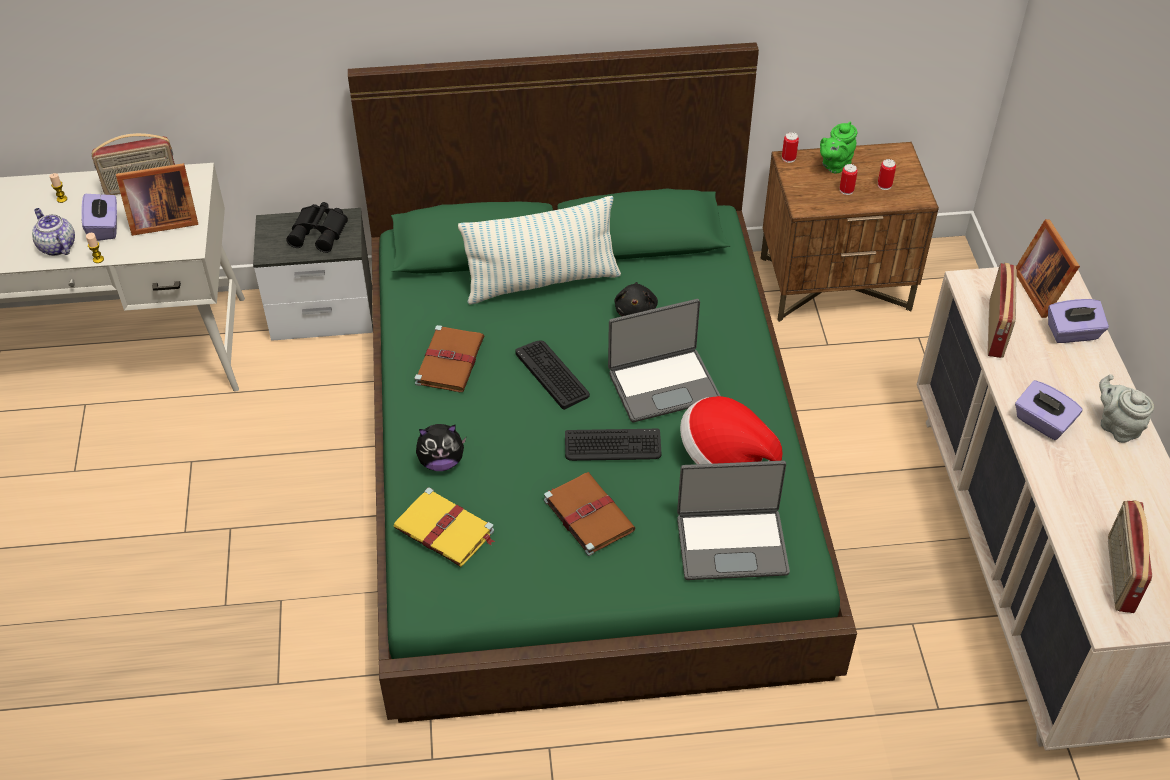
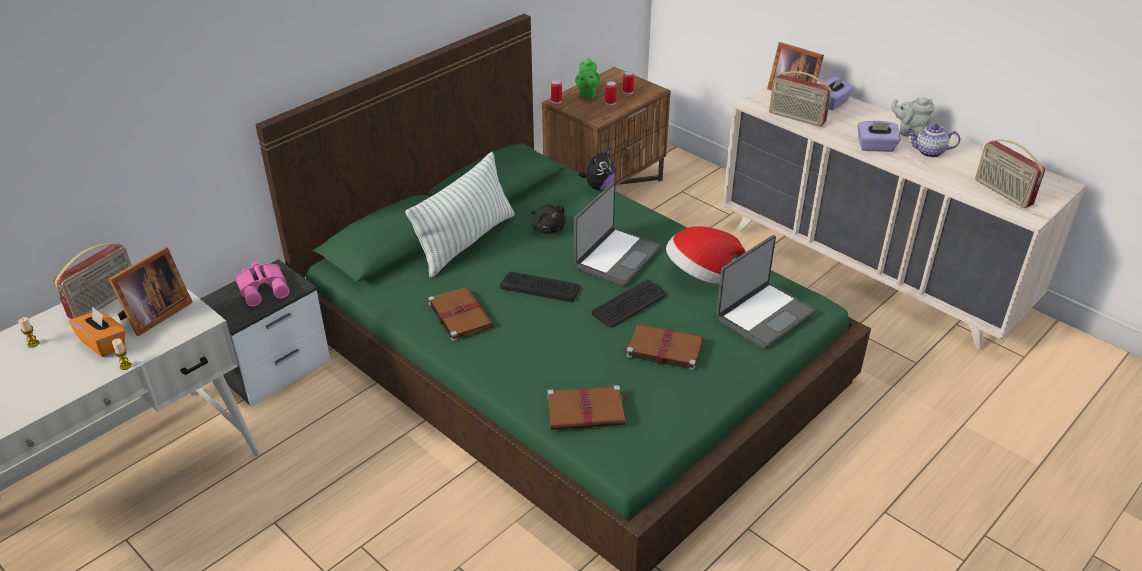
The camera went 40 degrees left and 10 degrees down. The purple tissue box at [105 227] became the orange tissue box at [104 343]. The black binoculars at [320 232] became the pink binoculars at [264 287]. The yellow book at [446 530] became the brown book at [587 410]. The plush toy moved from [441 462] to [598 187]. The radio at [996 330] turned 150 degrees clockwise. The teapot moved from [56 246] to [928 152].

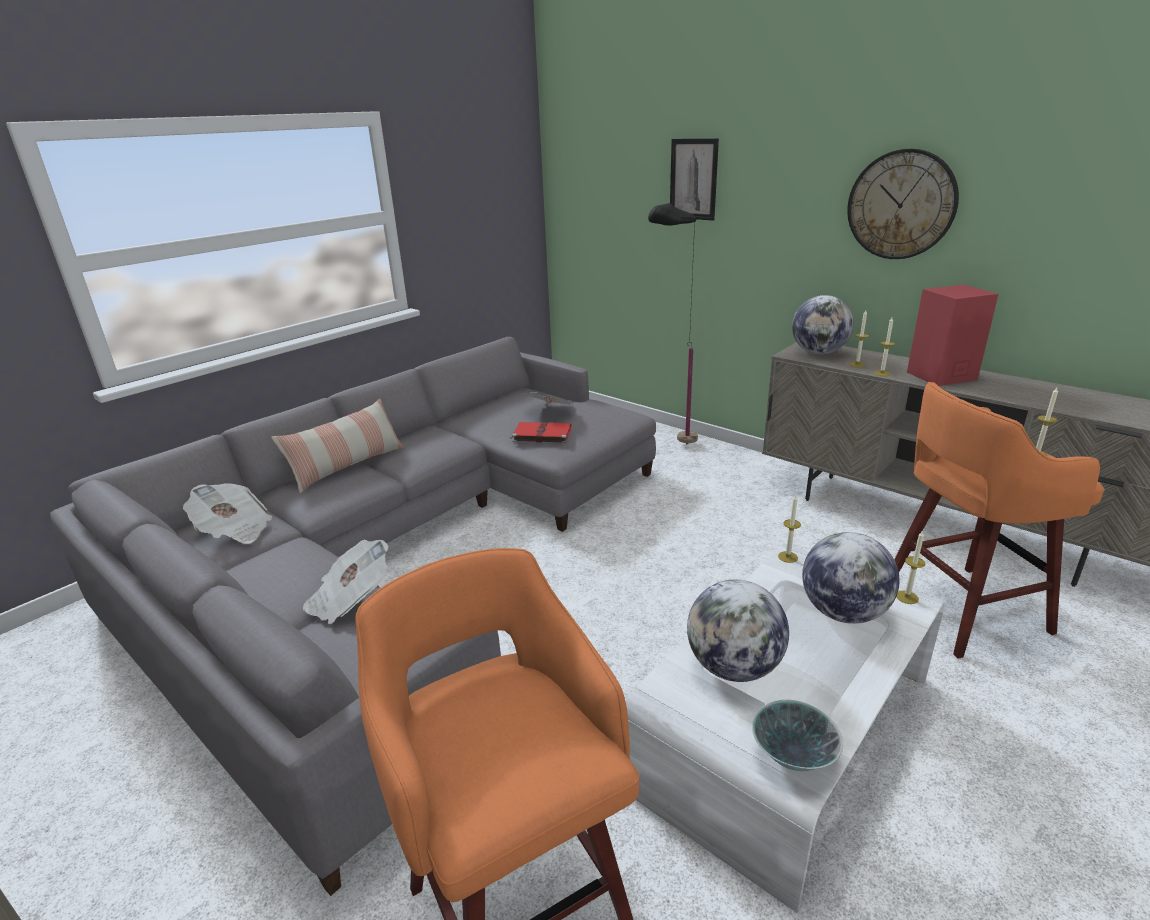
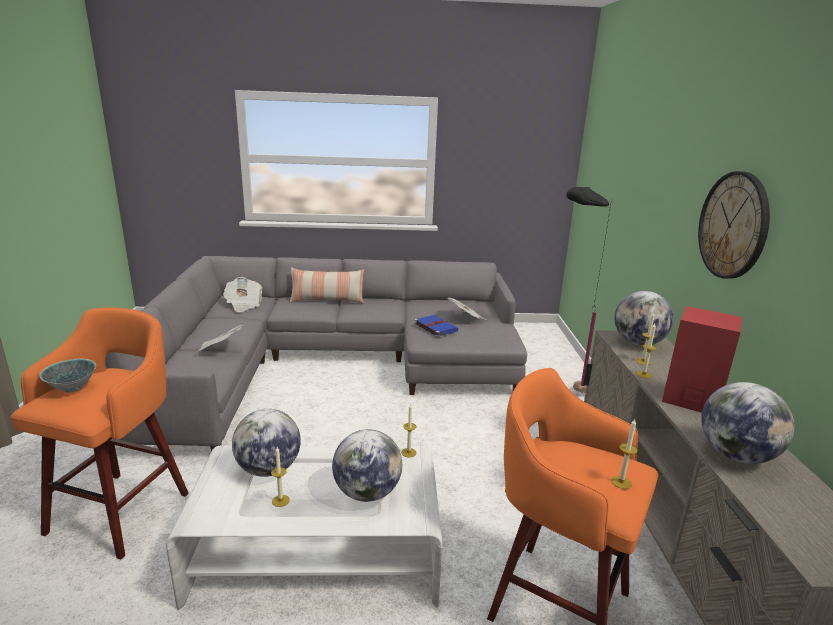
The camera went 45 degrees right and 5 degrees down. The bowl moved from [792 758] to [72 388]. The candle moved from [907 597] to [280 500]. The red book at [541 434] became the blue book at [435 327]. The globe at [736 455] appeared. The picture at [693 179] disappeared.

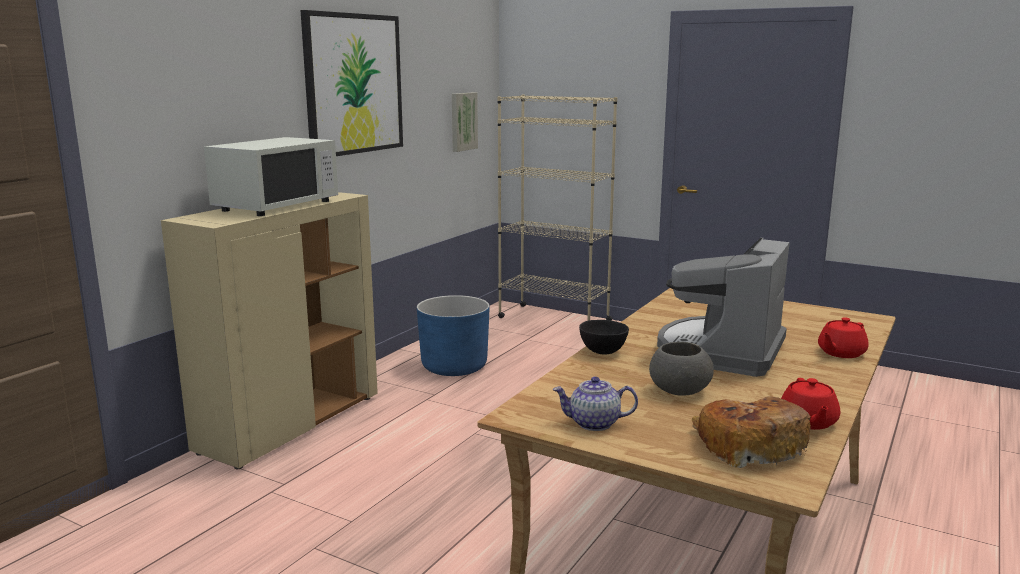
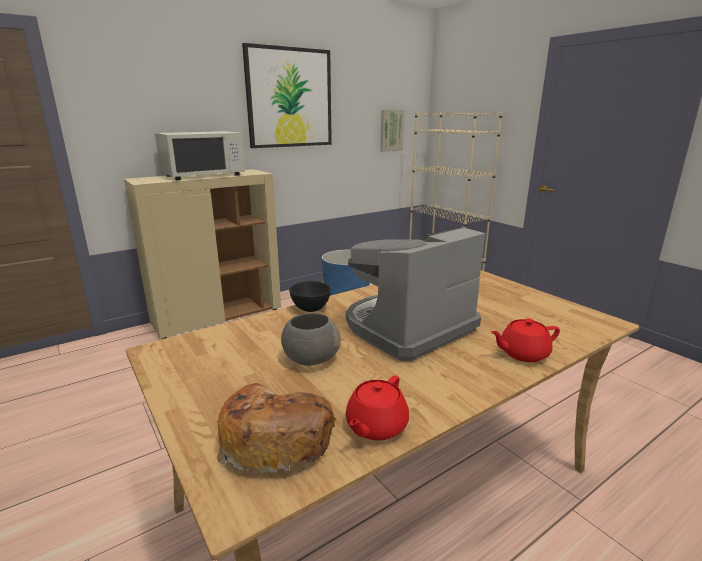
The camera went 25 degrees right and 5 degrees up. The teapot at [593 423] disappeared.

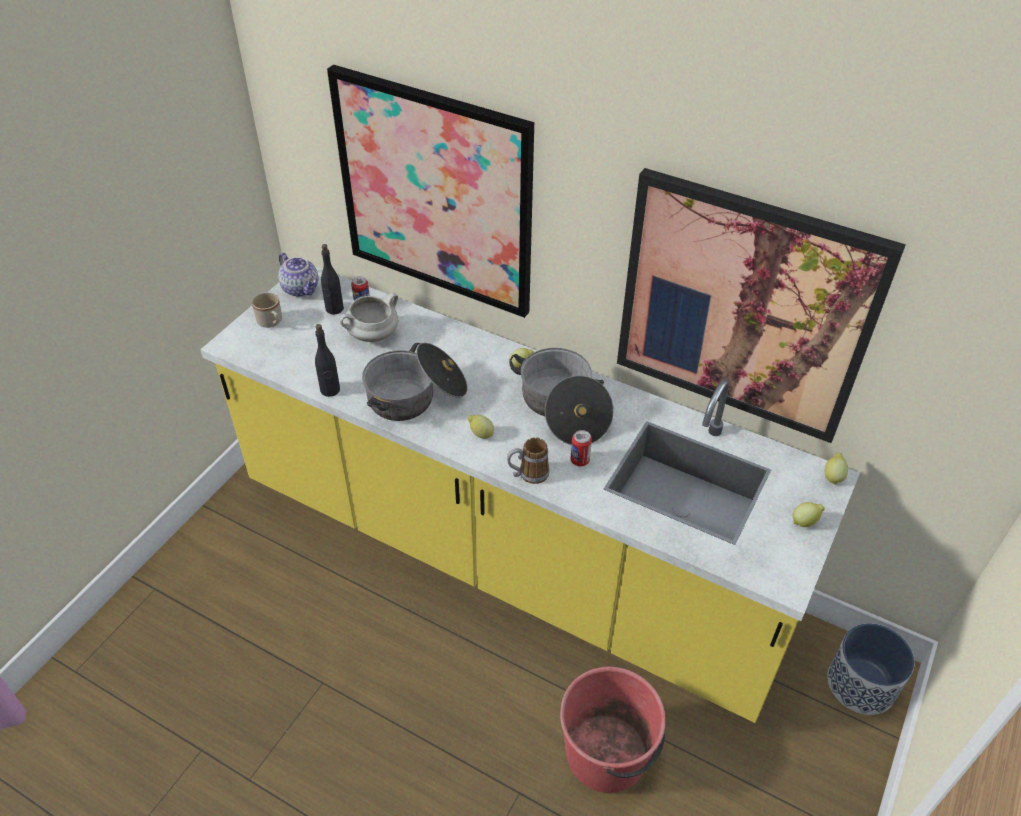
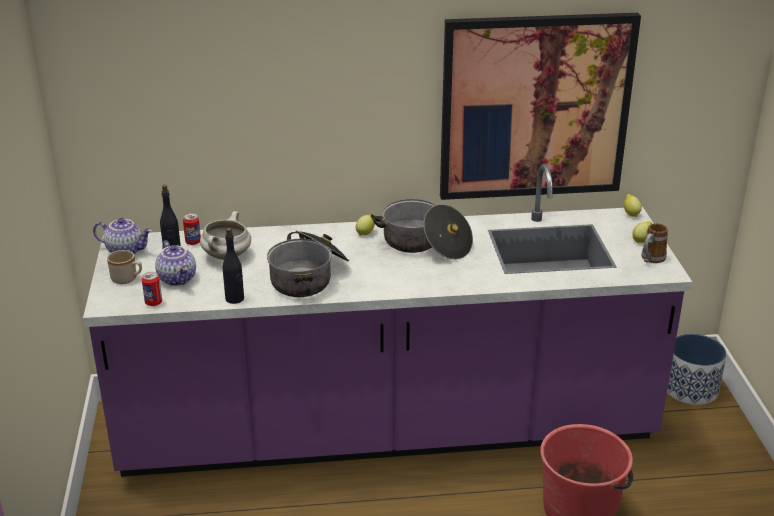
The camera went 35 degrees left and 15 degrees down. The yellow counter at [509 555] became the purple counter at [387 430]. The can moved from [580 460] to [153 303]. The teapot at [178 279] appeared. The mug moved from [528 474] to [651 259]. The picture at [435 193] disappeared. The lemon at [480 434] disappeared.

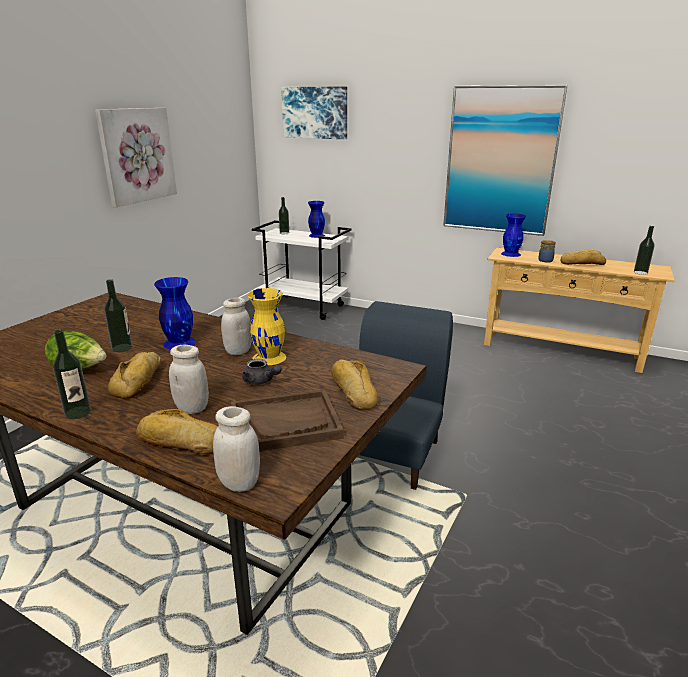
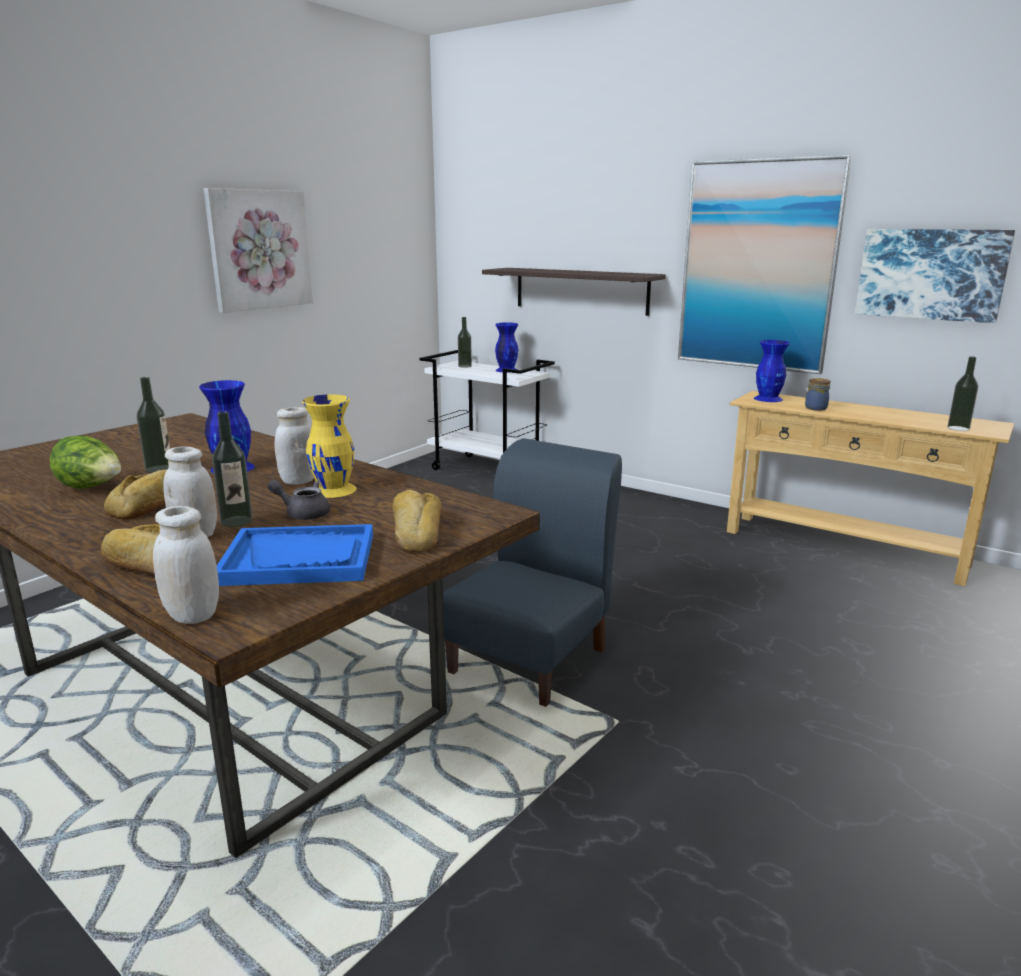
The camera went 10 degrees right and 5 degrees down. The bottle moved from [78 412] to [236 521]. The brown tray at [285 423] became the blue tray at [300 559]. The grey teapot at [261 381] turned 150 degrees clockwise. The shelf at [581 290] appeared. The picture moved from [315 112] to [930 274]. The bread at [581 263] disappeared.

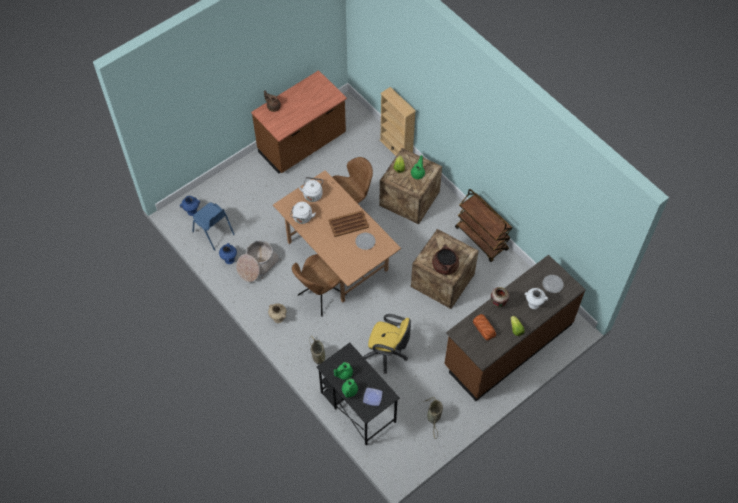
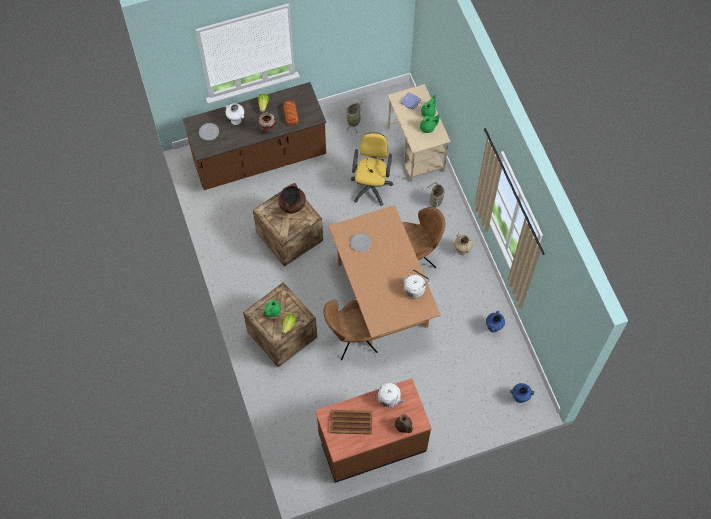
The camera went 160 degrees left and 5 degrees up. The brown tray moved from [348 224] to [351 422]. The yellow office chair at [387 354] turned 60 degrees clockwise. The white kettle moved from [313 194] to [388 399]. The black desk at [357 407] became the beige desk at [416 149]. The blue chair at [214 233] disappeared. The basket at [257 265] disappeared. The beige bookcase at [396 148] disappeared. The brown cart at [481 239] disappeared.

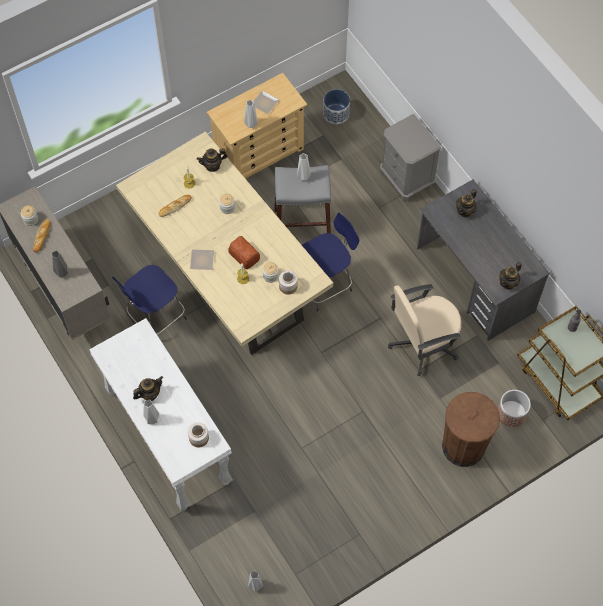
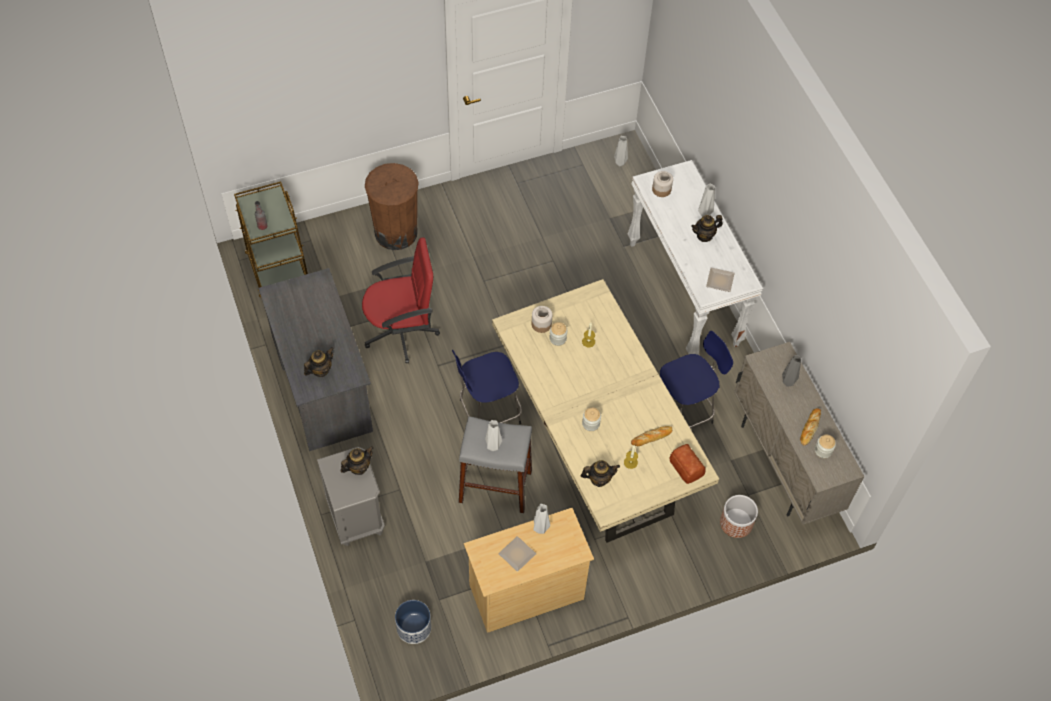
The camera went 170 degrees left and 5 degrees down. The teapot moved from [508 283] to [358 467]. The beige office chair at [422 343] became the red office chair at [402 331]. The bread moved from [244 254] to [686 468]. The plate moved from [203 261] to [719 280]. The planter moved from [511 413] to [736 523].

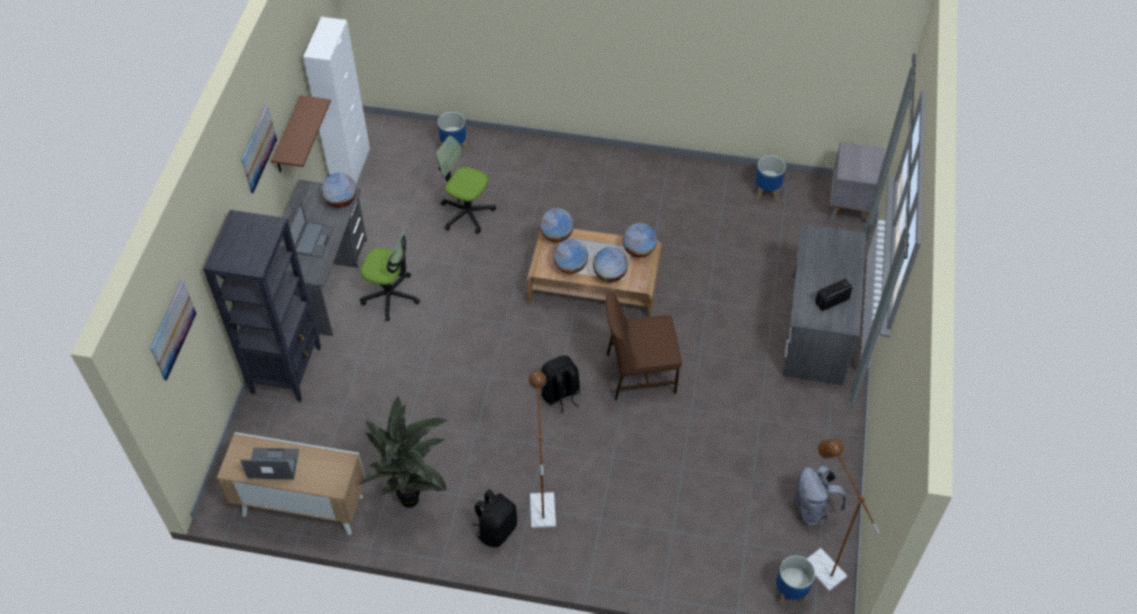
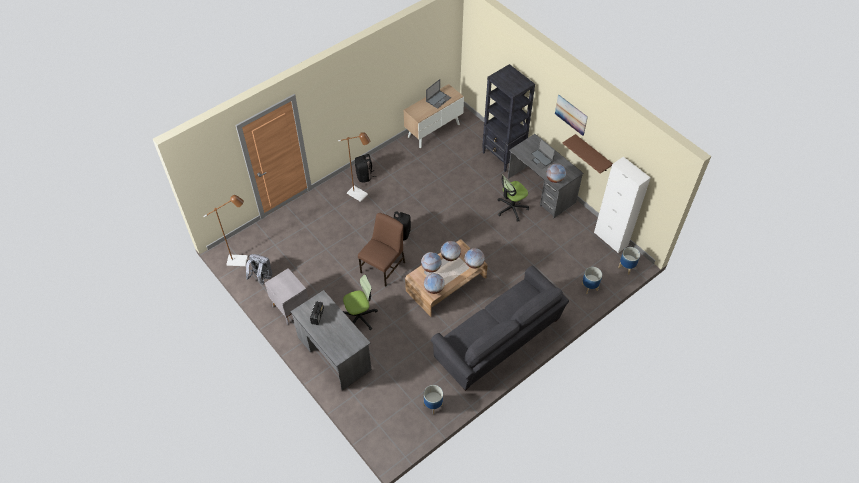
The camera went 130 degrees right and 0 degrees up. The grey nightstand moved from [849 208] to [290 308]. The office chair moved from [467 213] to [360 317]. The grey sofa at [499 342] appeared. The planter moved from [790 592] to [626 267]. The picture at [172 330] disappeared. The potted plant at [414 498] disappeared.

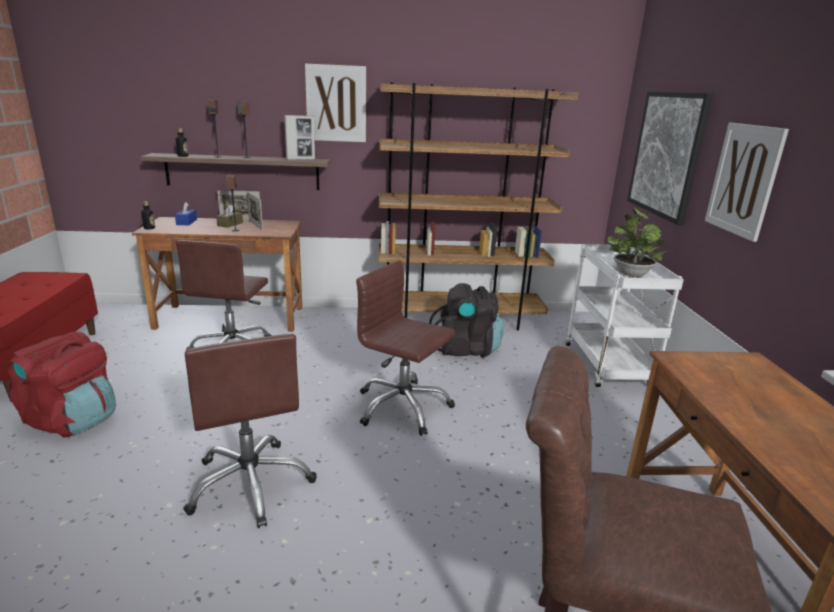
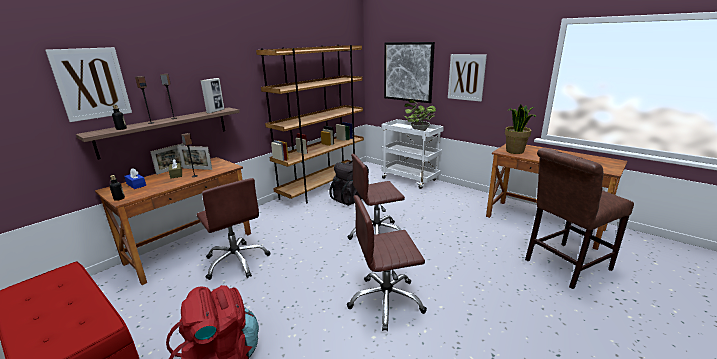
The camera went 45 degrees left and 0 degrees up. The picture moved from [336 103] to [92 83]. The brown office chair at [251 483] turned 150 degrees clockwise. The potted plant at [515 151] appeared.

